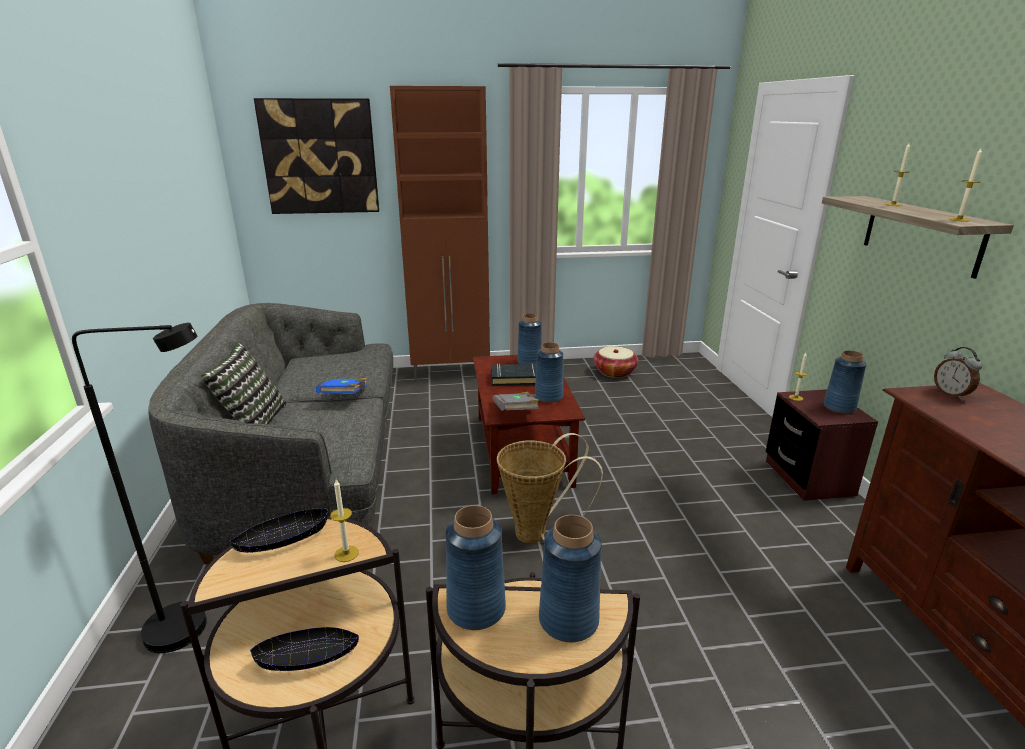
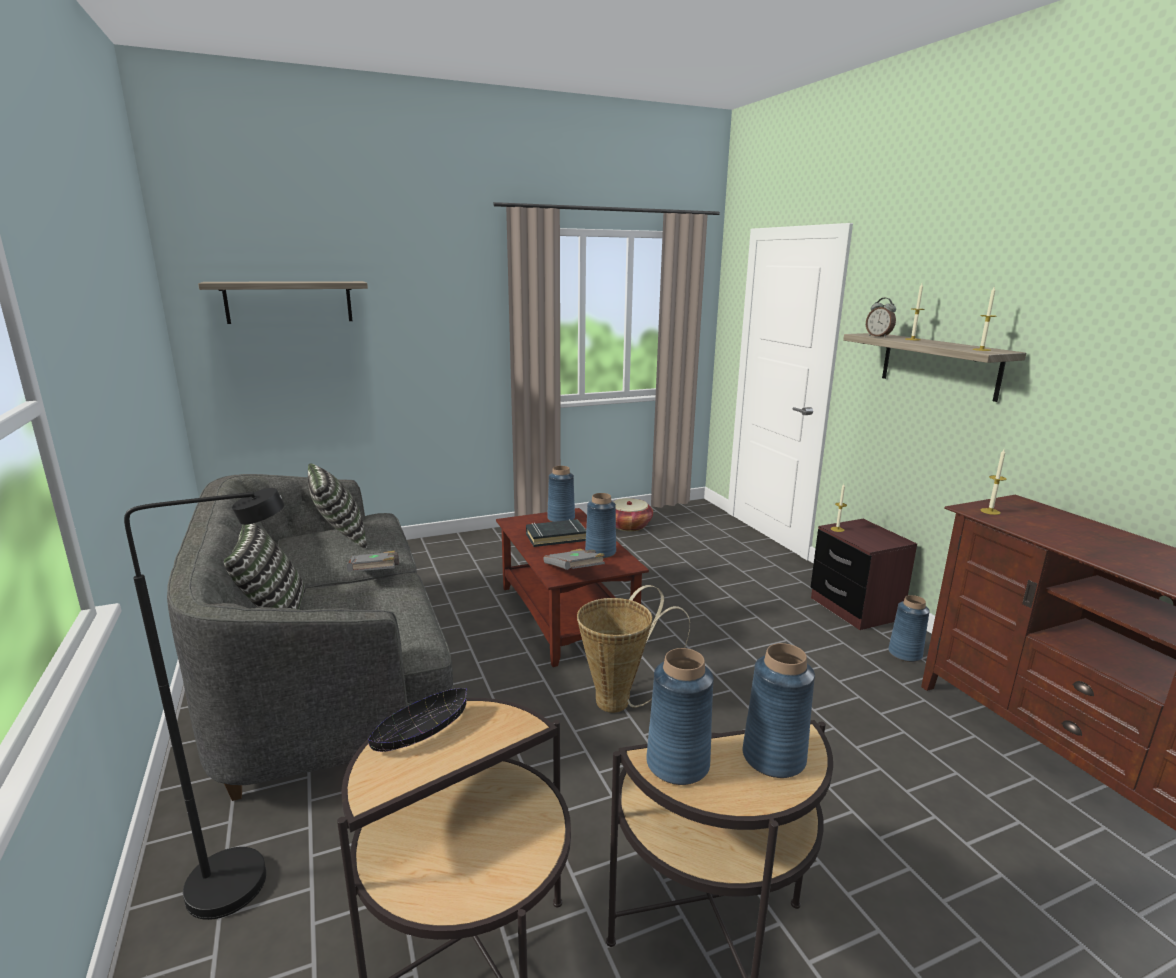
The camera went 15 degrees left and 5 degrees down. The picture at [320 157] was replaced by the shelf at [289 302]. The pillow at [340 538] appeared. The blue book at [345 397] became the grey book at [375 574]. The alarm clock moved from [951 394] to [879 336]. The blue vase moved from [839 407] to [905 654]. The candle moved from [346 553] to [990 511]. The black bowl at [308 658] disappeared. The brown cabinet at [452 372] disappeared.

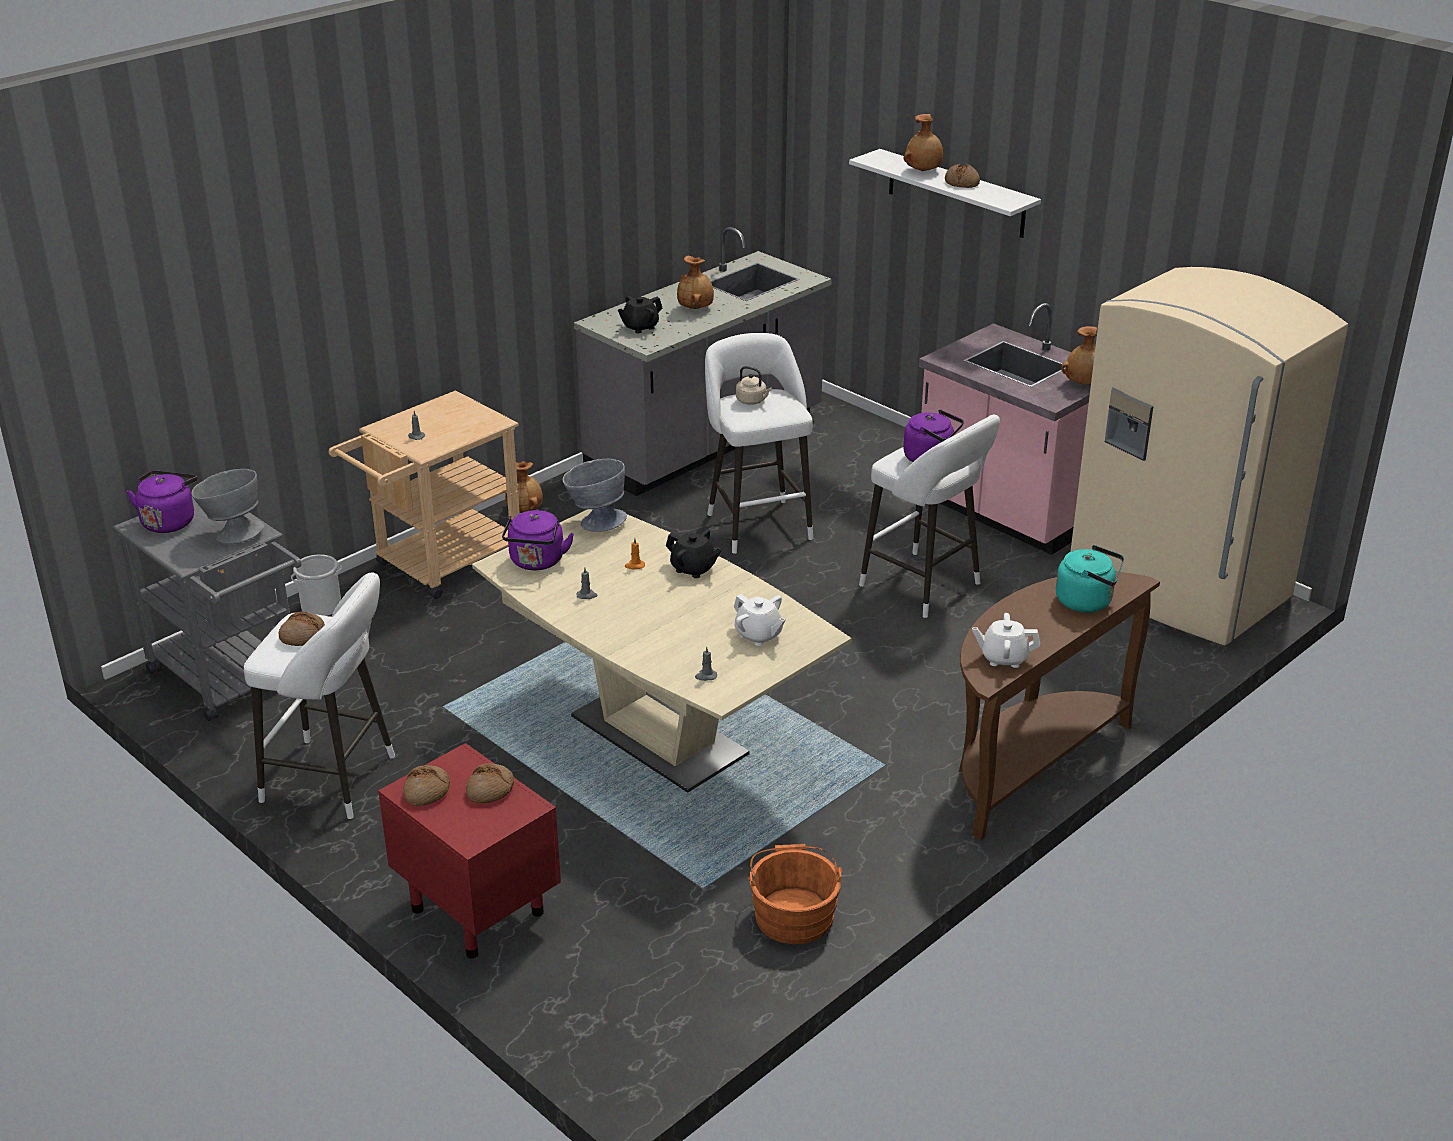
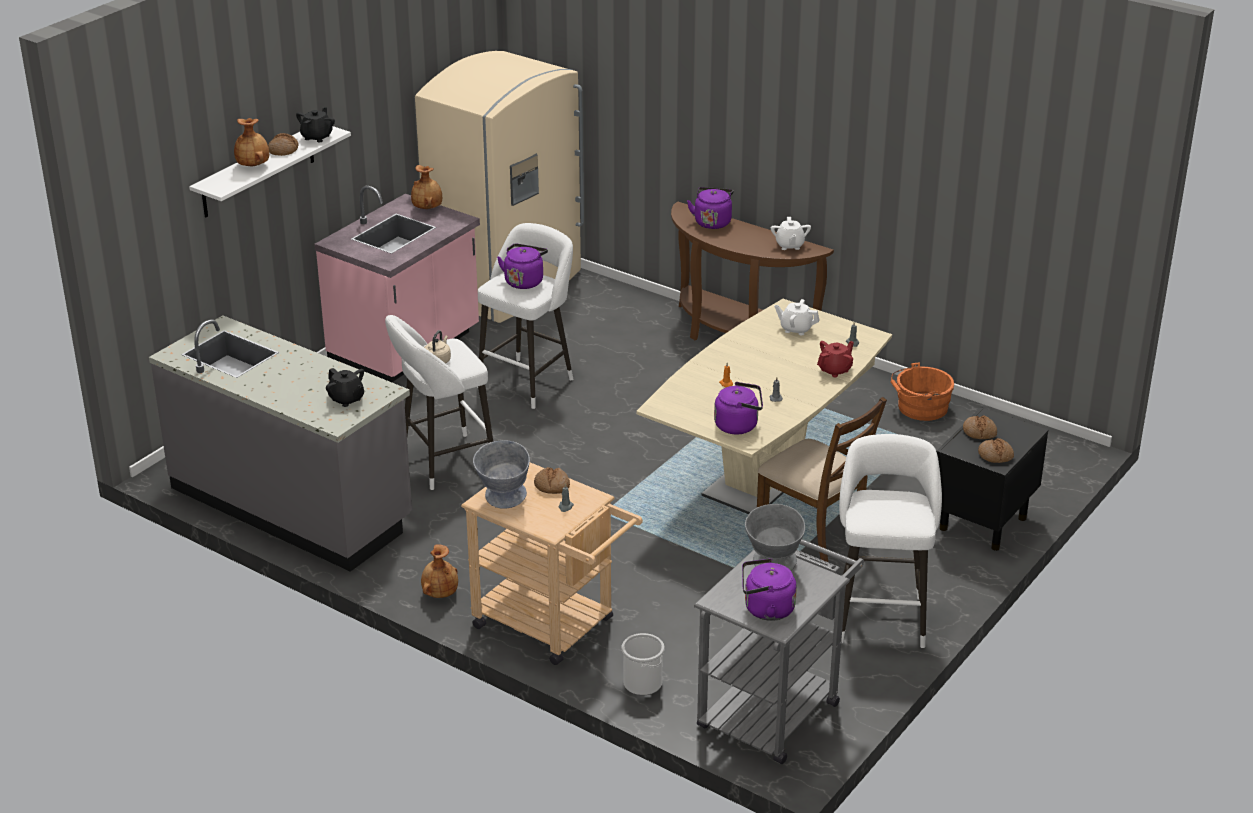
The camera went 100 degrees left and 0 degrees up. The black teapot moved from [693 569] to [317 137]. The grey bowl moved from [596 522] to [503 501]. The bread moved from [302 635] to [552 486]. The turquoise kettle at [1087 601] became the purple kettle at [712 222]. The brown chair at [814 531] appeared. The white teapot at [758 635] turned 105 degrees counterclockwise. The red teapot at [835 370] appeared. The red nightstand at [476 910] became the black nightstand at [982 524]. The brown vase at [696 308] disappeared.

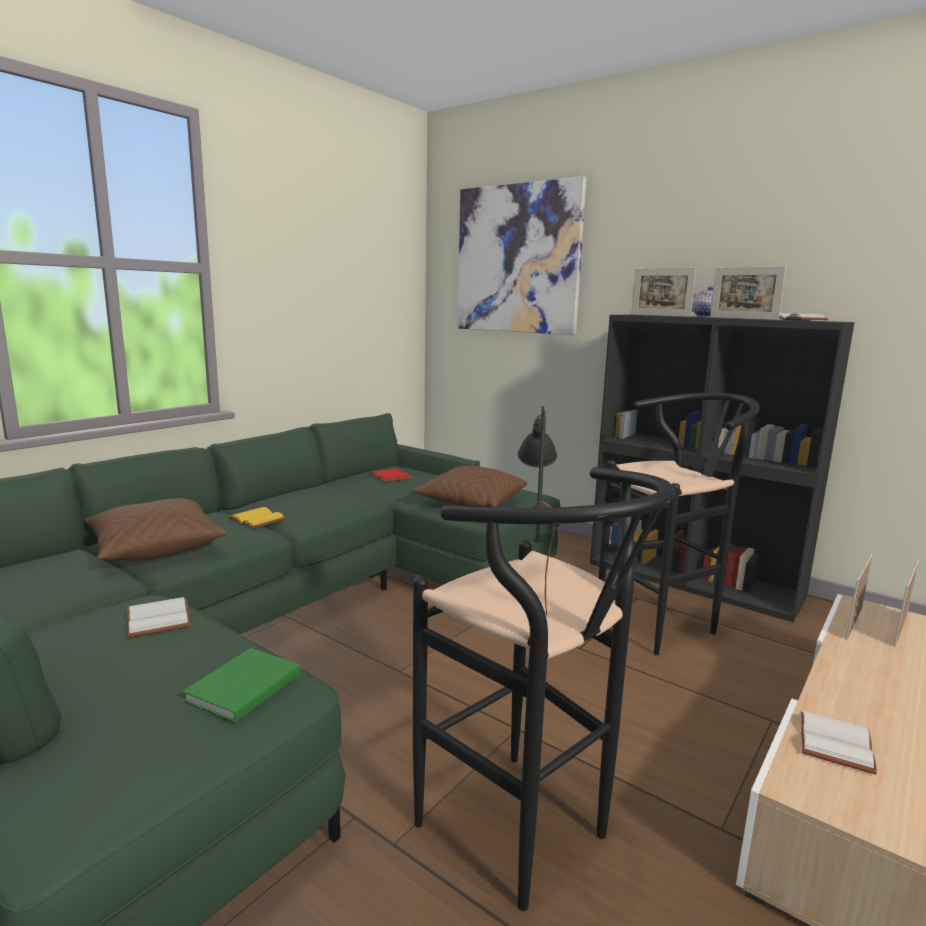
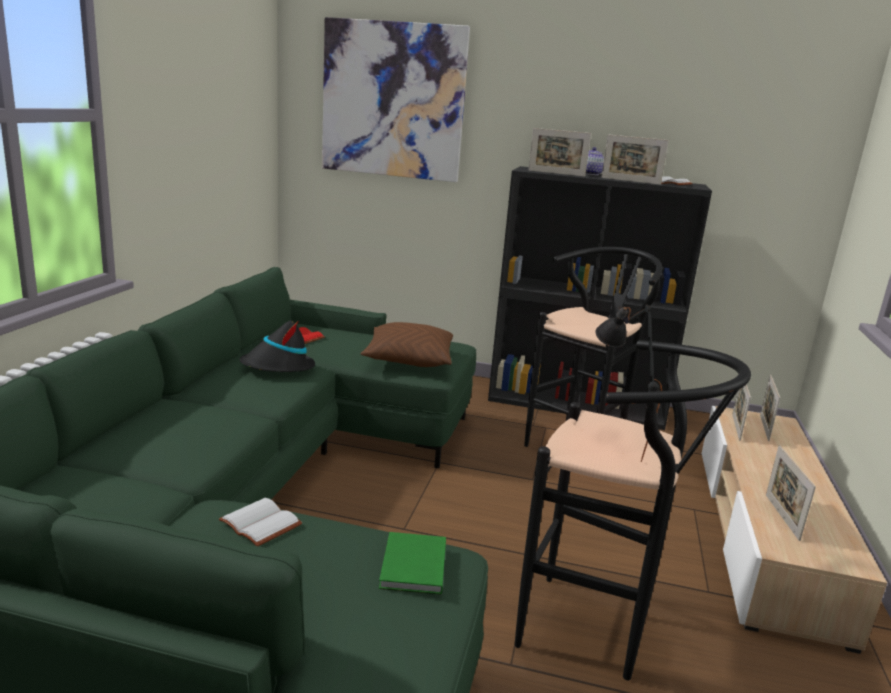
The camera went 25 degrees left and 5 degrees up. The black hat at [278 367] appeared. The white book at [838 745] was replaced by the picture frame at [782 517]. The brown pillow at [155 547] disappeared. The yellow book at [255 520] disappeared.

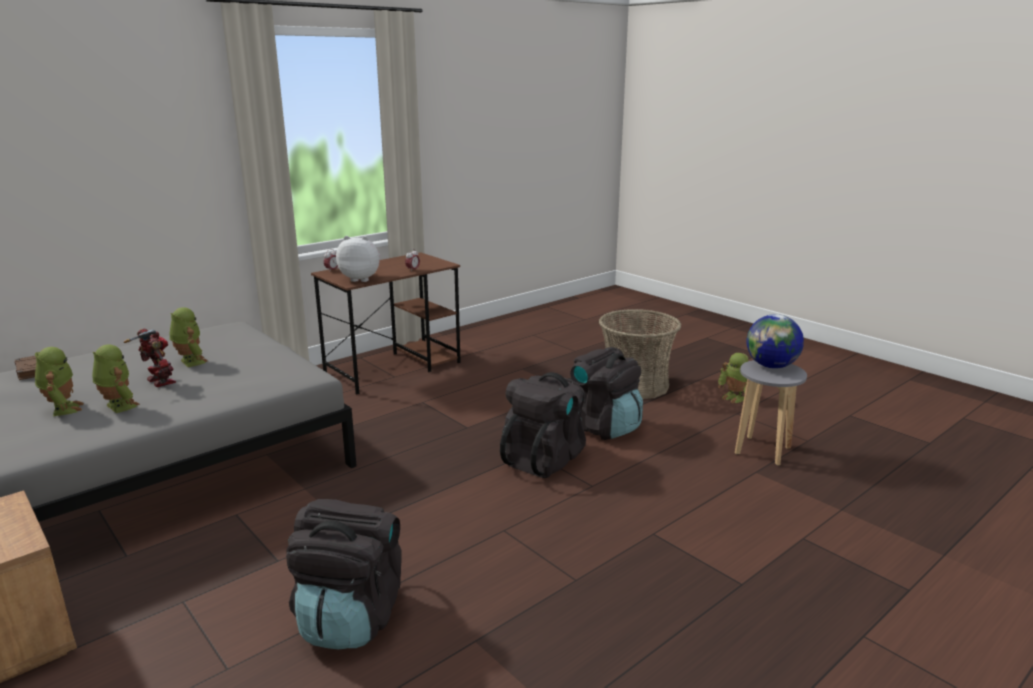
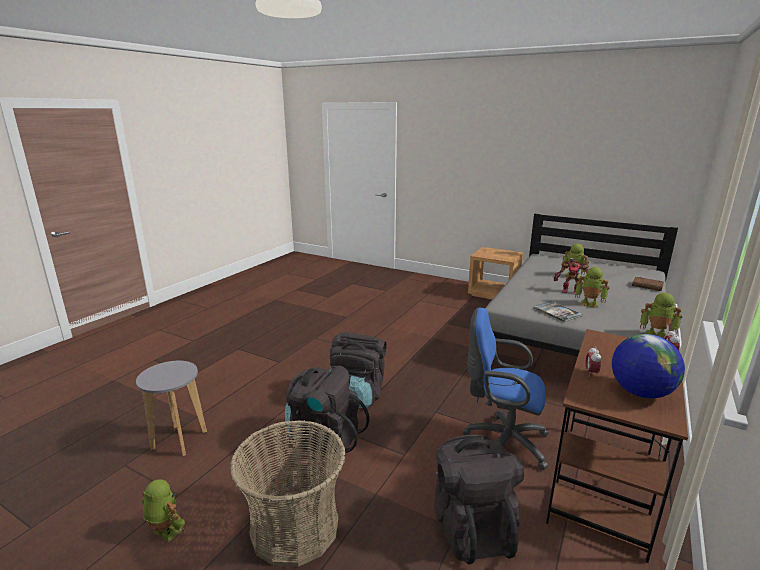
The camera went 160 degrees right and 0 degrees up. The black backpack moved from [351 617] to [471 526]. The blue office chair at [501 442] appeared. The book at [557 312] appeared. The globe moved from [771 366] to [640 392]. The toy robot moved from [118 407] to [657 334]. The plush toy at [361 279] disappeared.

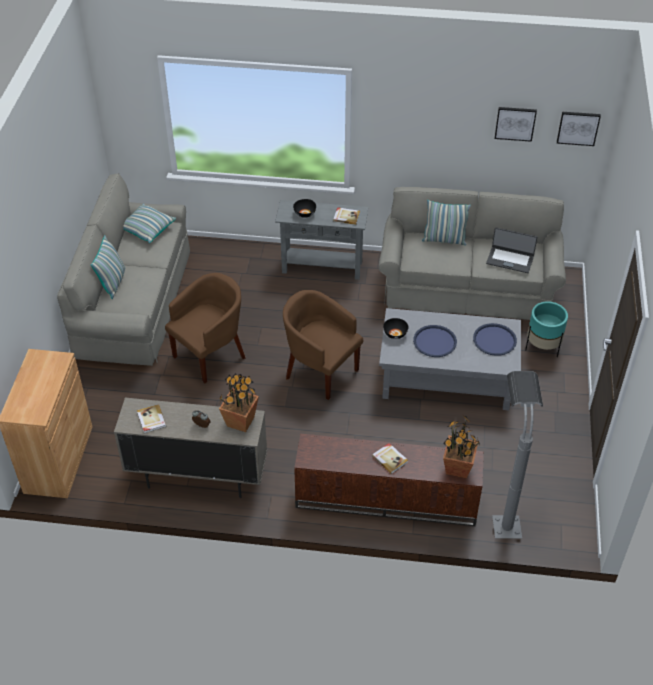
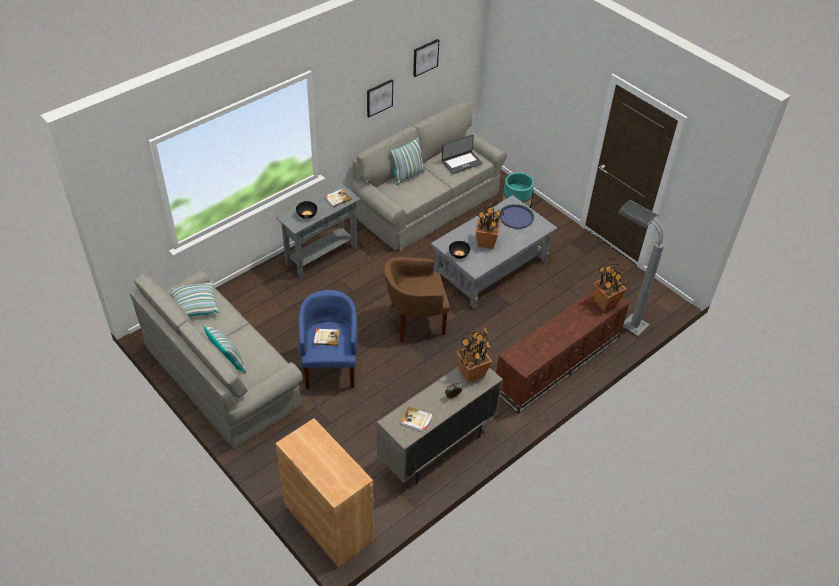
The camera went 50 degrees left and 0 degrees up. The brown armchair at [211 354] became the blue armchair at [330 366]. The book moved from [390 459] to [326 338]. The picture moved from [578 128] to [379 97]. The blue tray at [434 341] was replaced by the potted plant at [487 242].

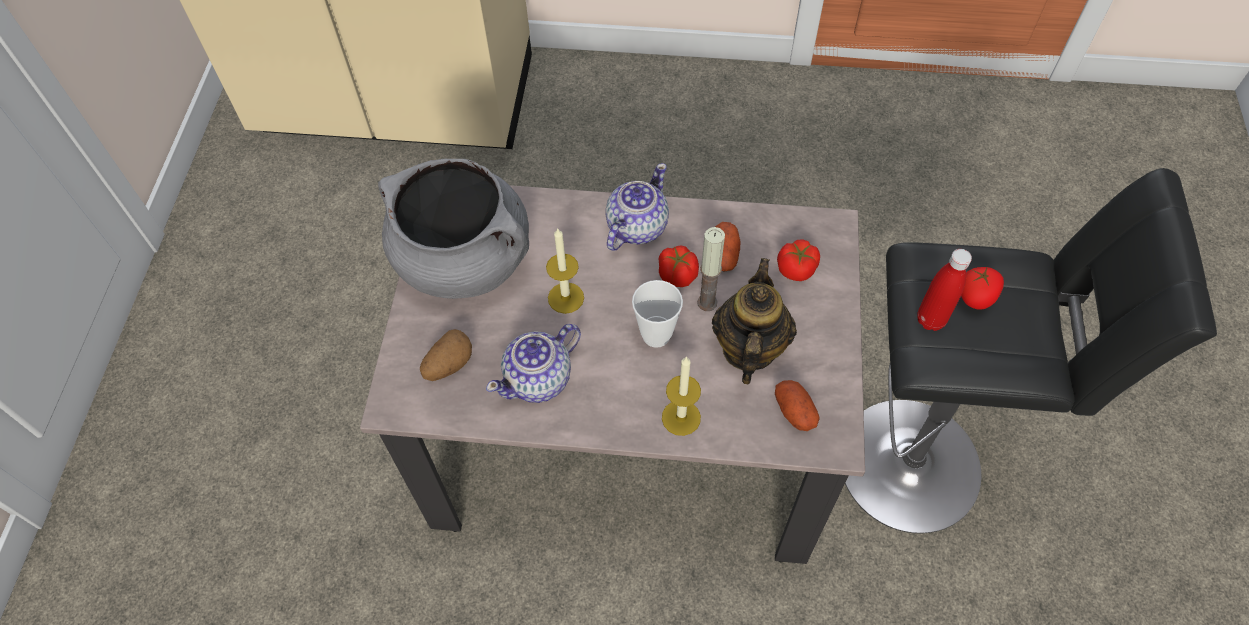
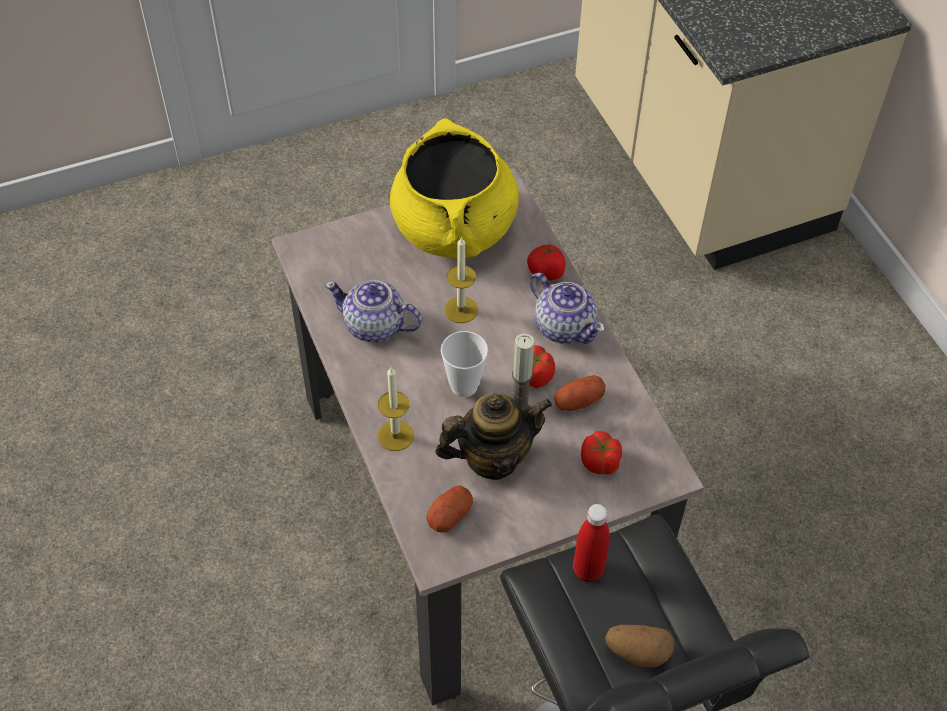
The camera went 60 degrees right and 5 degrees down. The grey cooking pot at [464 259] became the yellow cooking pot at [454 229]. The tomato moved from [976 297] to [546 272]. The teapot at [636 227] turned 45 degrees clockwise. The potato moved from [448 364] to [637 651].

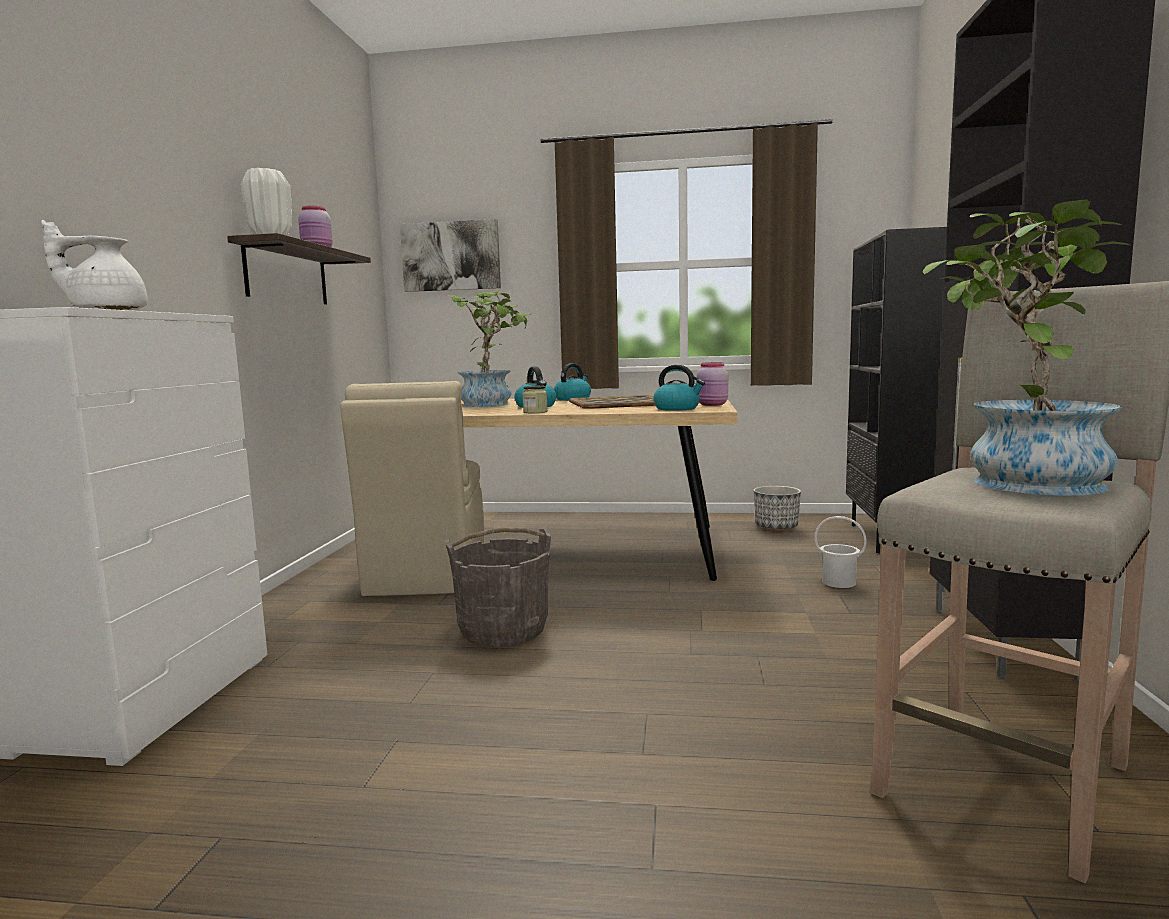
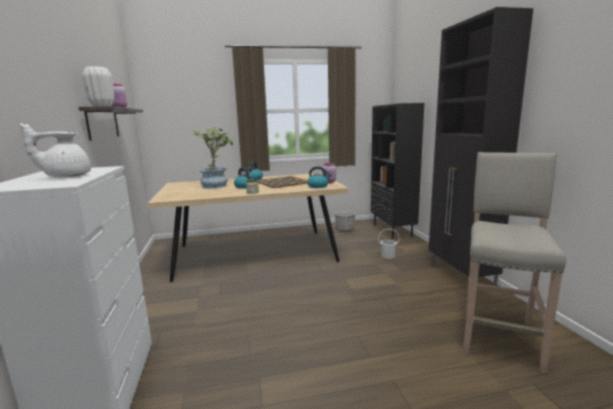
The camera went 20 degrees left and 5 degrees up. The beige chair at [425 575] disappeared. The picture at [451 256] disappeared. The grey bucket at [503 629] disappeared. The potted plant at [1017 480] disappeared.

